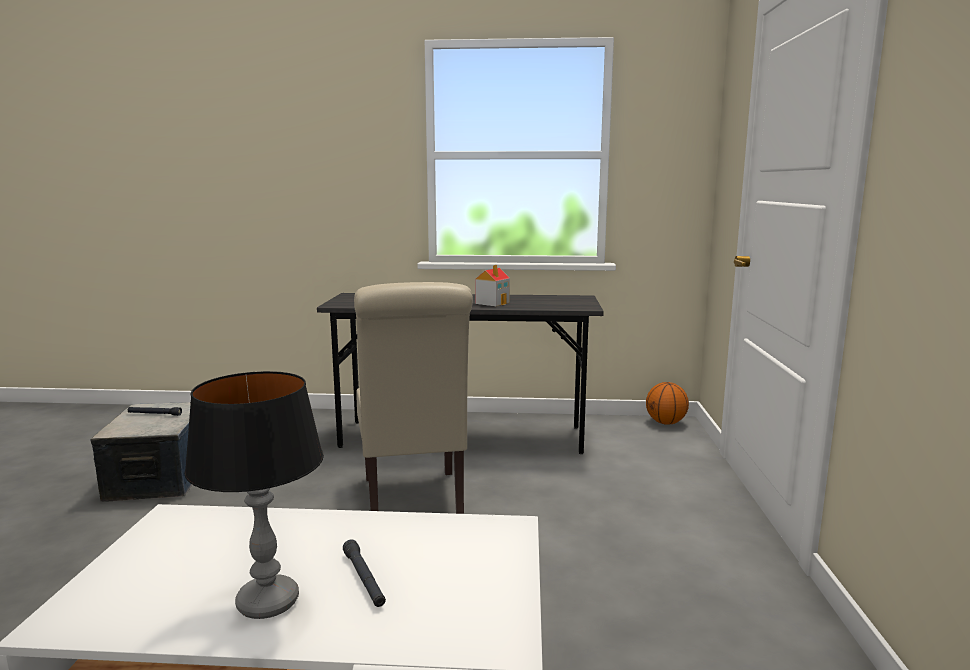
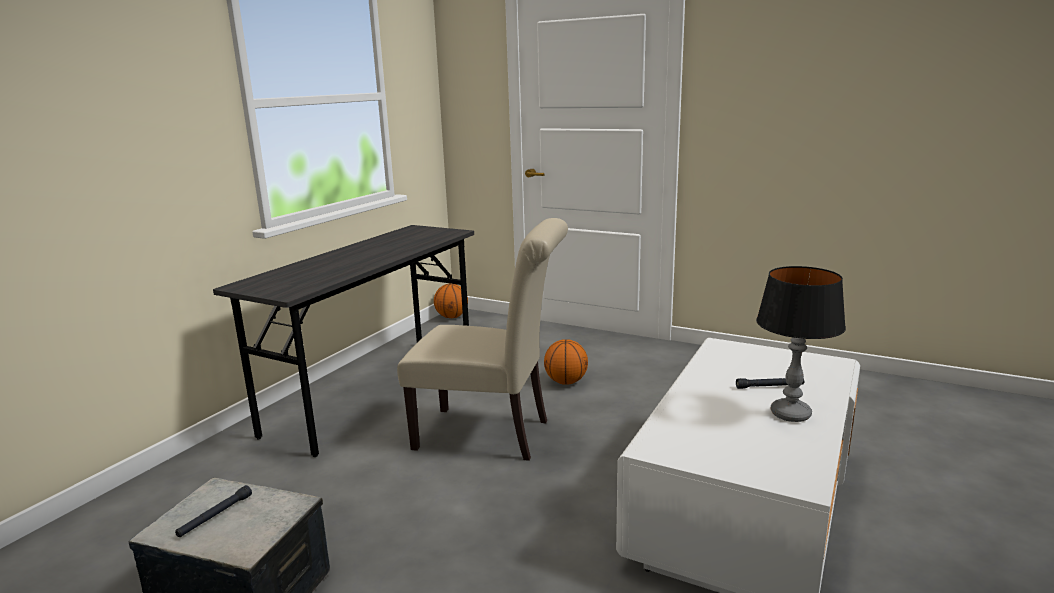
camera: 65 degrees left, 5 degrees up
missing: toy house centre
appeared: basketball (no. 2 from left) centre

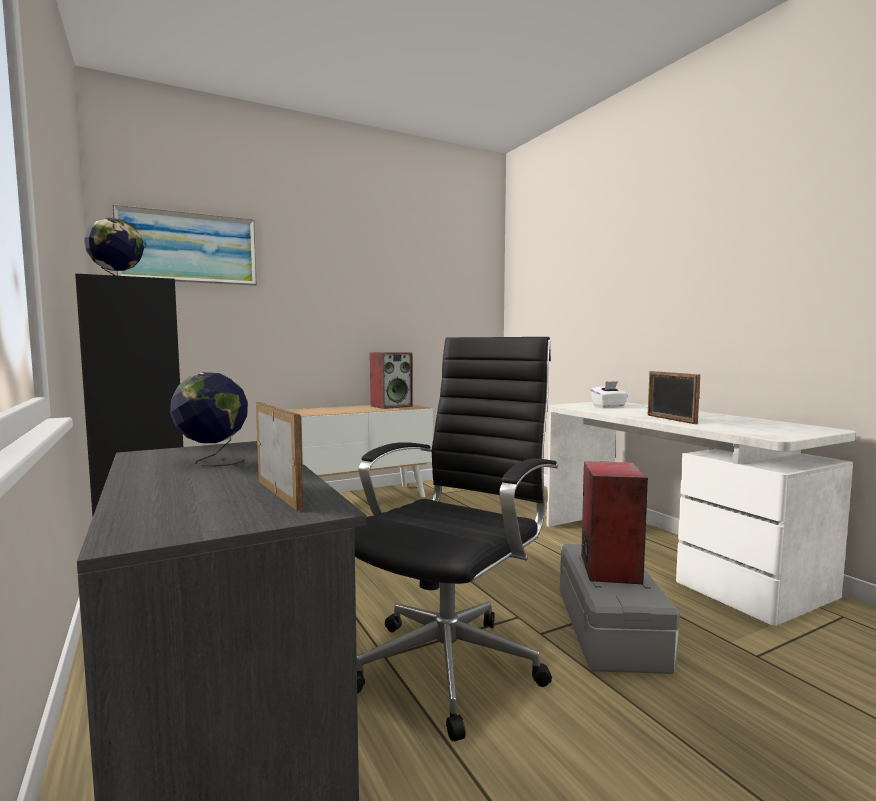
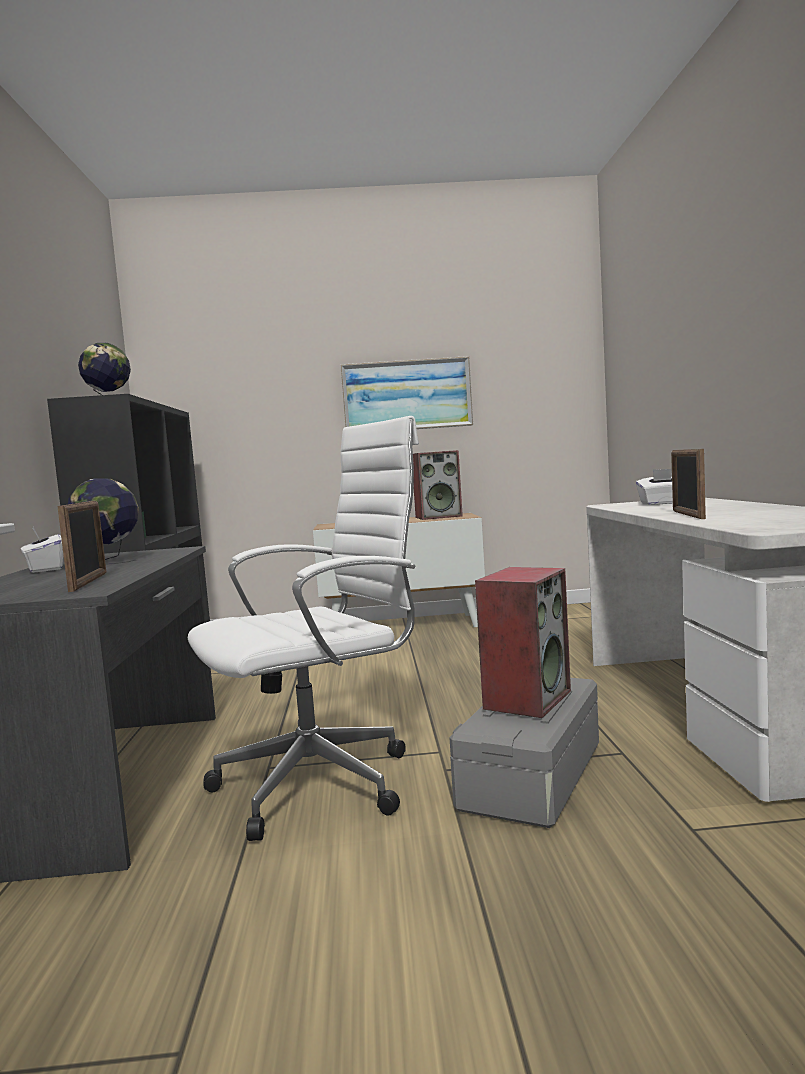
camera: 25 degrees right, 0 degrees up
appeared: tissue box in white (no. 1 from left) middle left
relocated: picture top left to centre
colour: office chair in black bottom centre to office chair in white centre

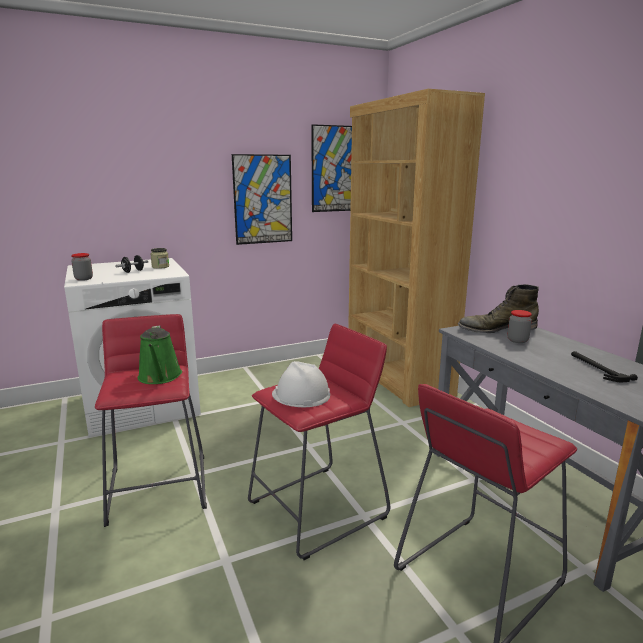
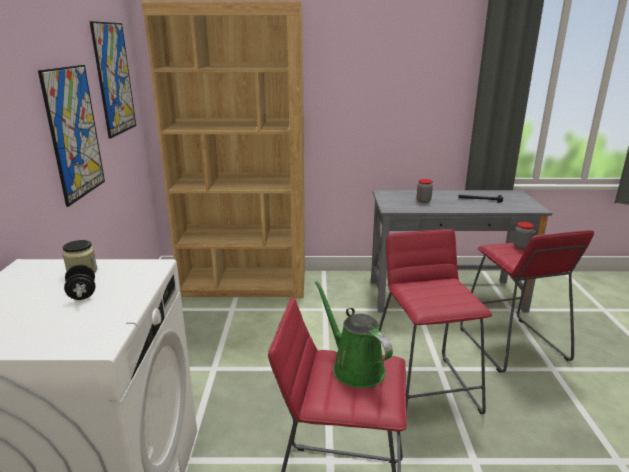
camera: 65 degrees left, 5 degrees up
missing: boot in green middle right; hard hat in white centre
relocated: jar (no. 1 from left in the first image) middle left to jar (no. 3 from left) middle right
spun: watering can in green middle left = bottom centre 135 degrees counterclockwise

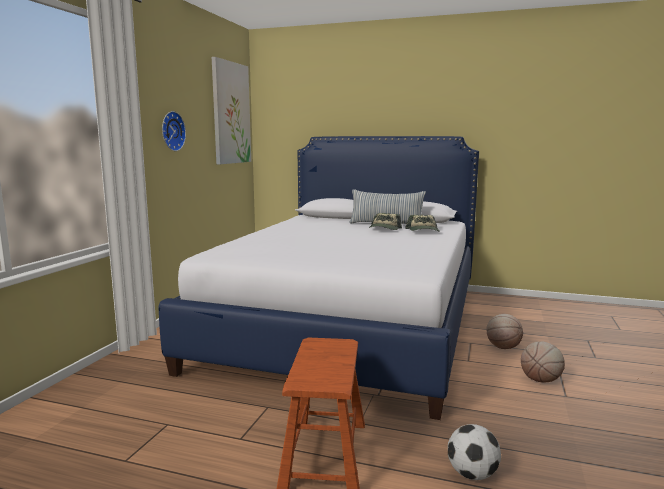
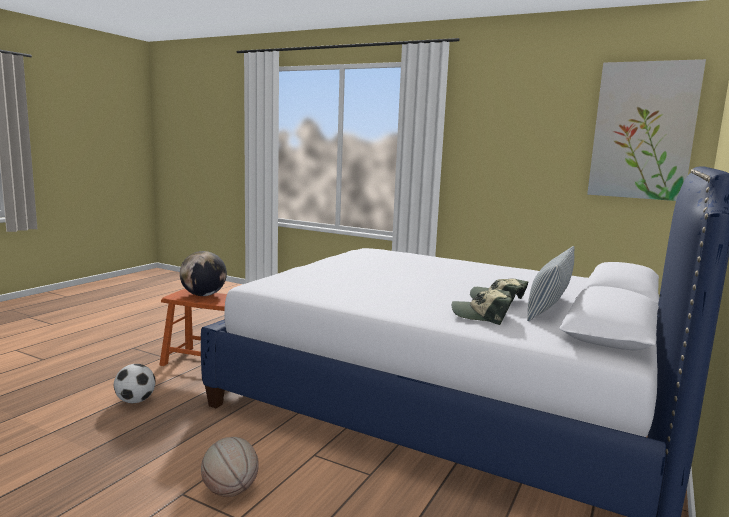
camera: 100 degrees right, 0 degrees up
missing: wall clock top left; basketball (no. 1 from left) bottom right
appeared: globe middle left

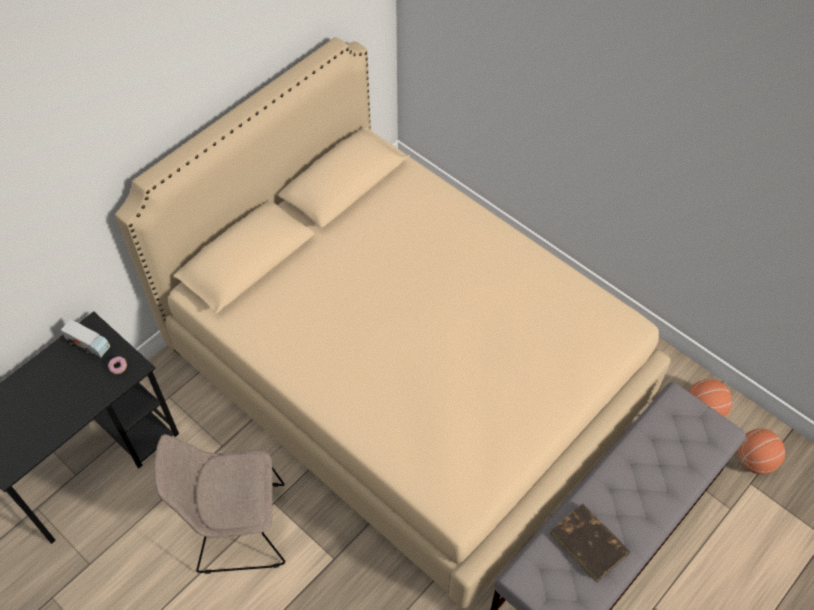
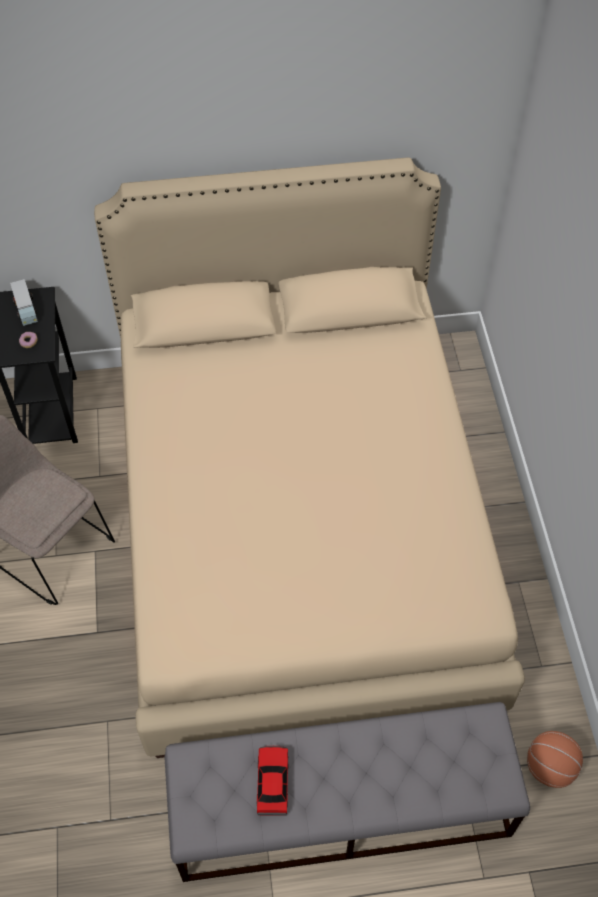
camera: 40 degrees right, 0 degrees up
missing: basketball (no. 2 from left) bottom right
exchanged: book in brown bottom right to toy car bottom centre

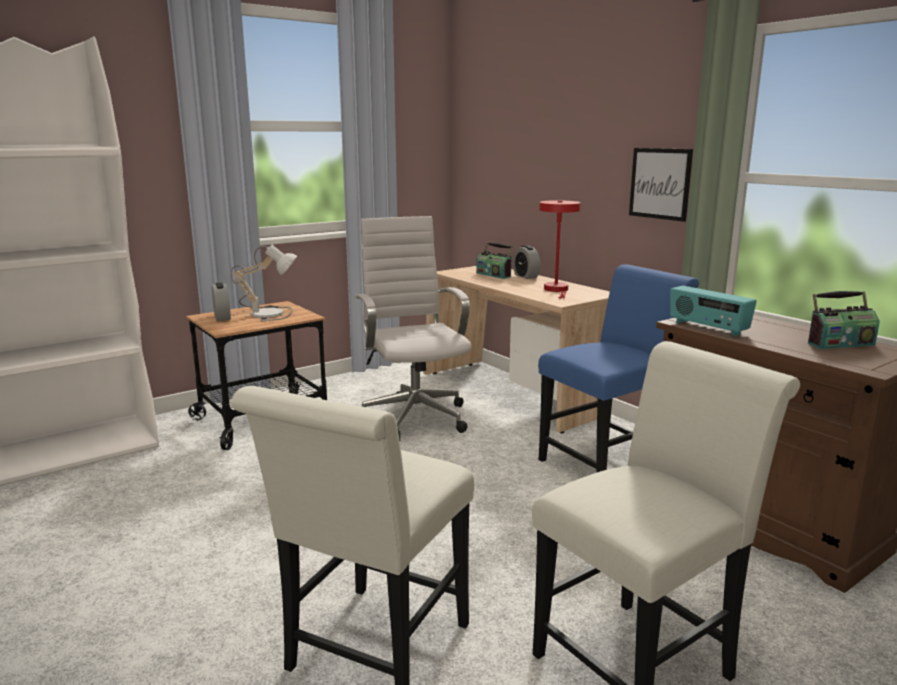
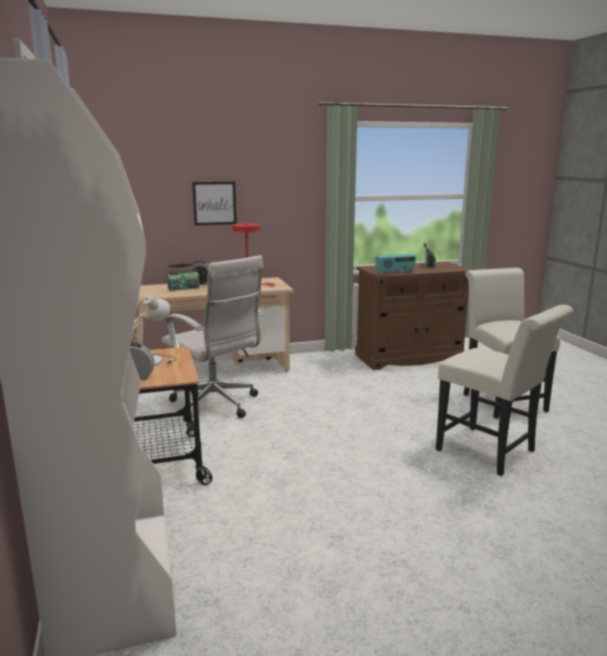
camera: 70 degrees left, 0 degrees up
missing: chair in blue middle right
relocated: picture top right to top centre
spun: office chair in white centre = centre 135 degrees counterclockwise

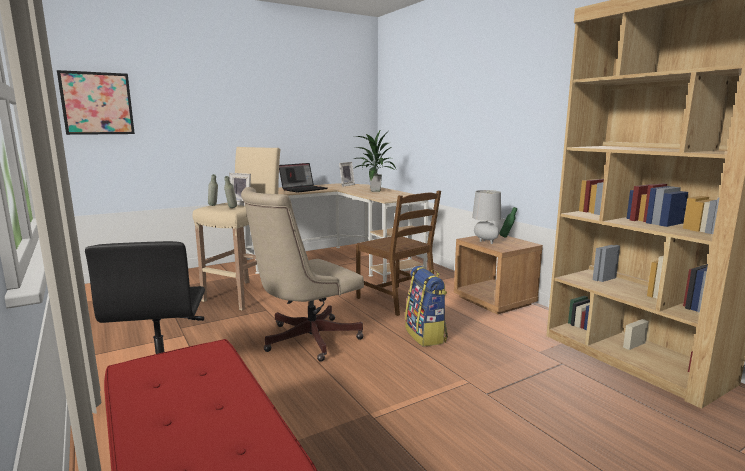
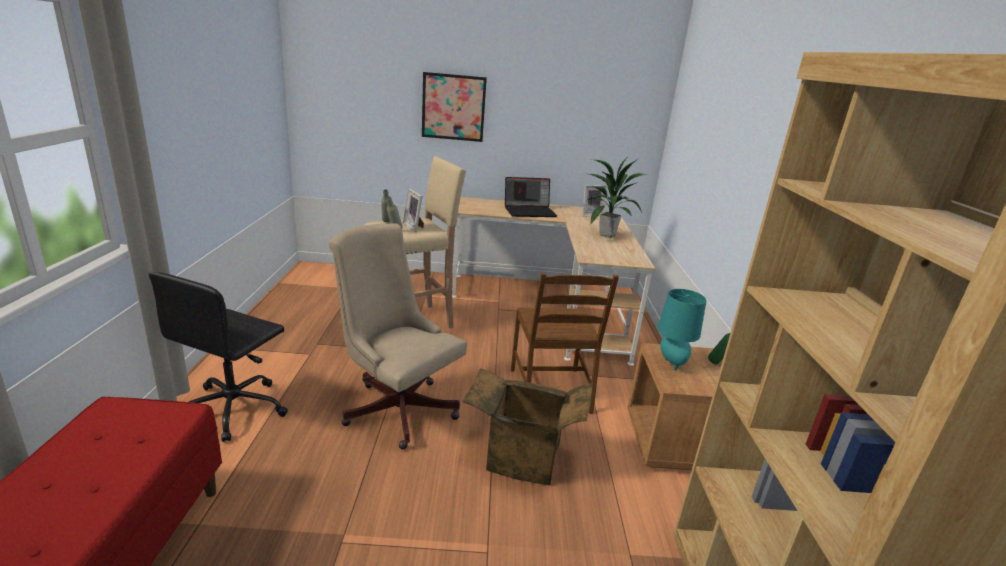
camera: 30 degrees right, 10 degrees up
relocated: picture top left to top centre
exchanged: backpack centre to cardboard box bottom centre
colour: table lamp in grey centre to table lamp in turquoise middle right
spun: office chair in beige centre = centre 45 degrees clockwise

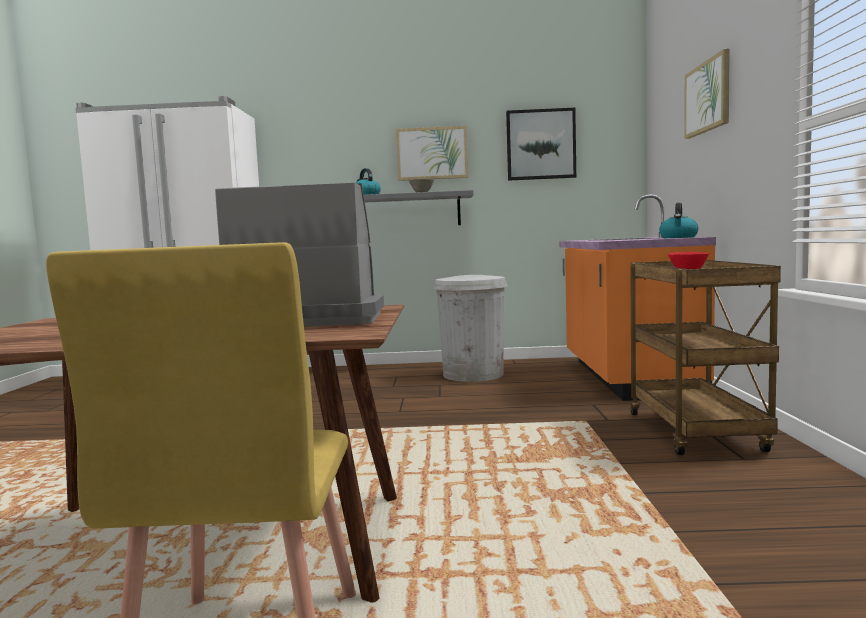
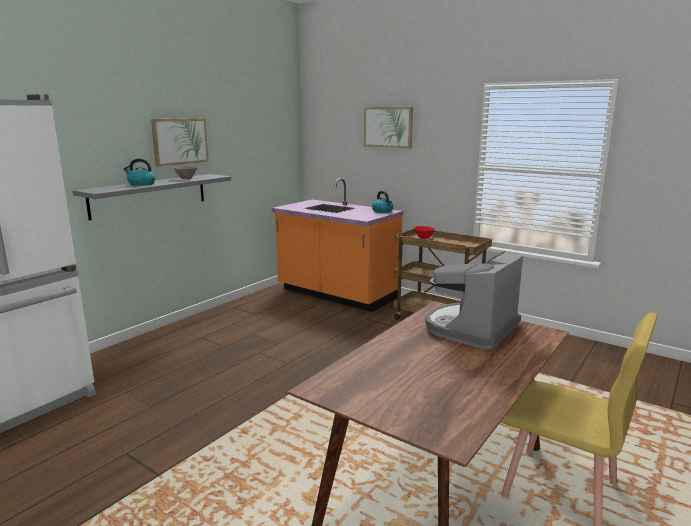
camera: 55 degrees left, 10 degrees up
missing: picture (no. 2 from left) top centre; trash can in white centre

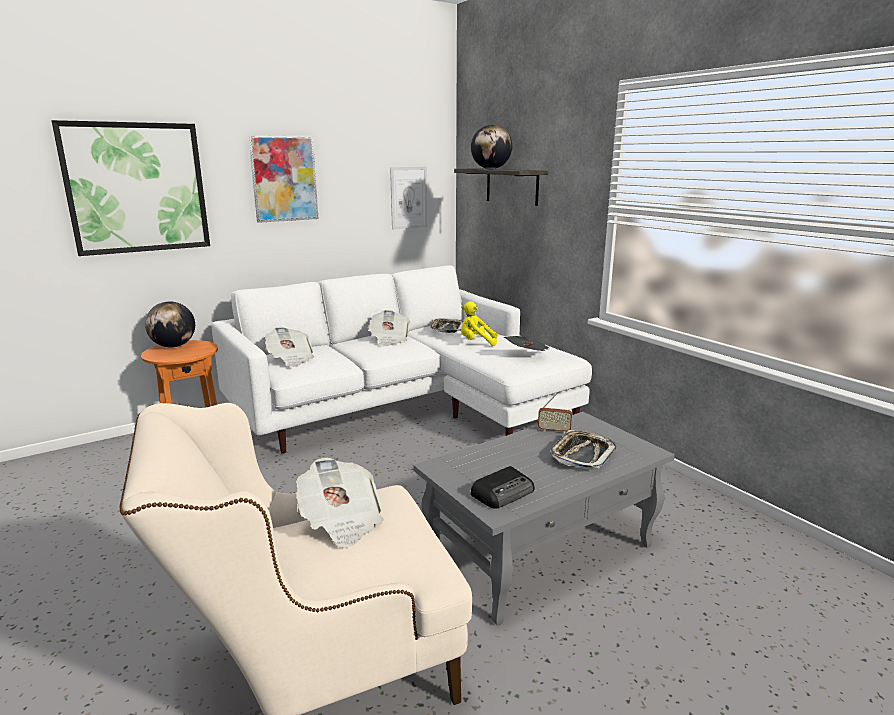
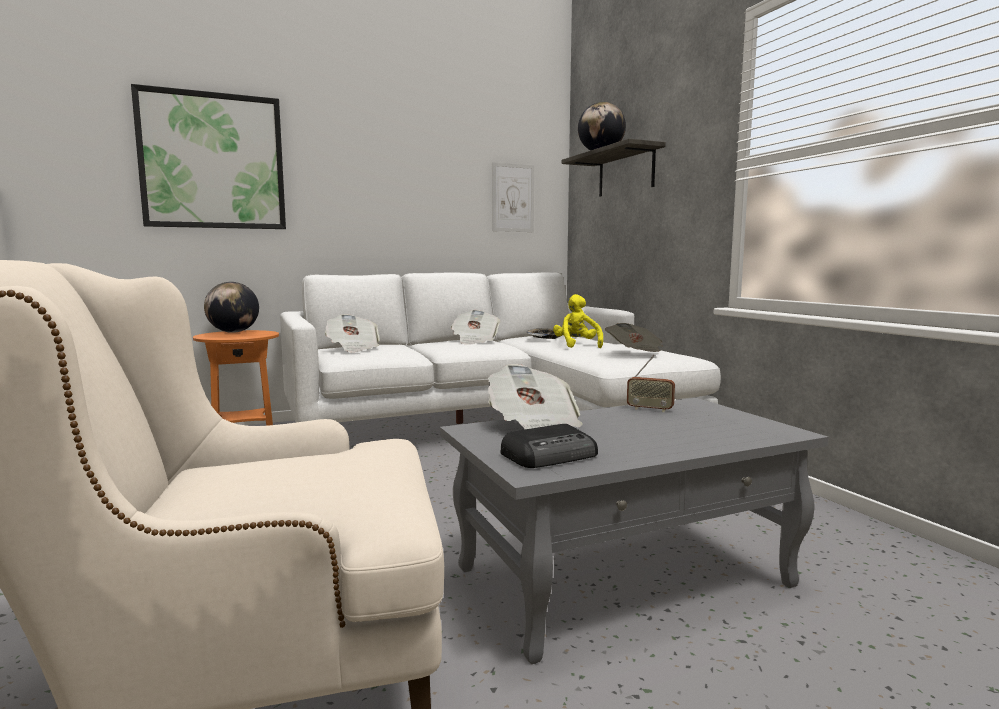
camera: 10 degrees right, 10 degrees down
missing: picture (no. 2 from left) top left; tray (no. 2 from left) centre
relocated: newspaper (no. 2 from left in the first image) bottom centre to newspaper (no. 3 from left) centre
spun: plush toy in yellow centre = centre 60 degrees clockwise

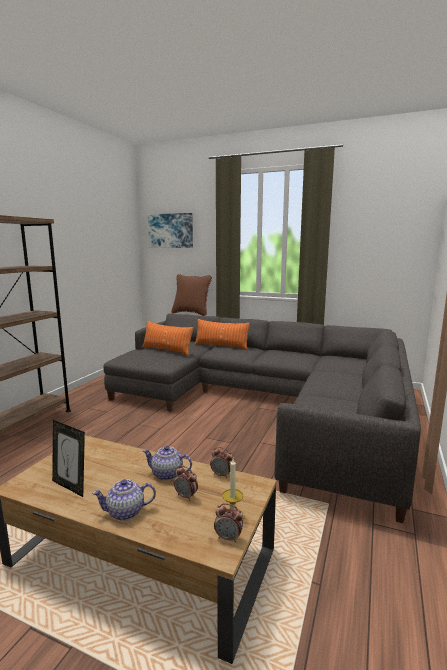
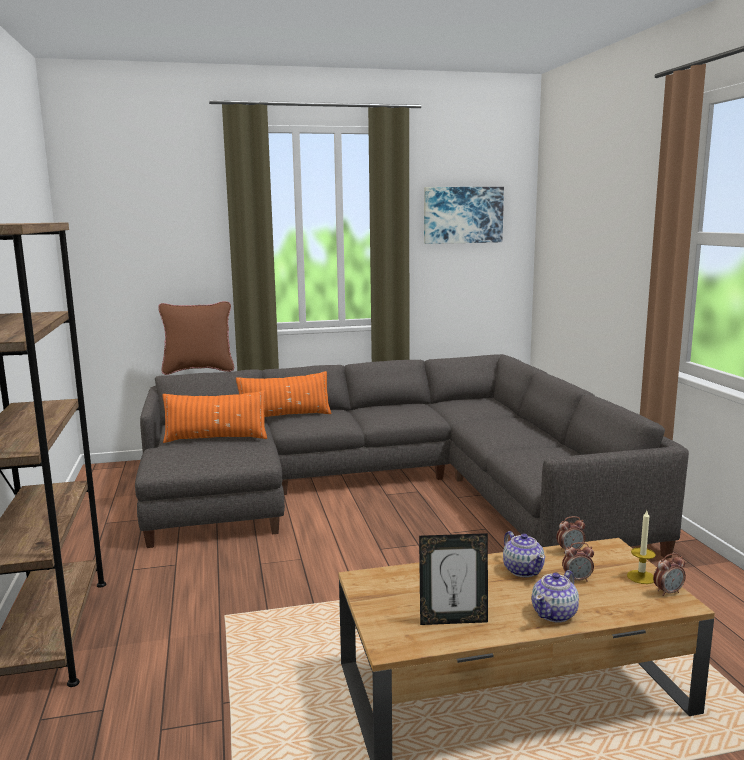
camera: 35 degrees left, 0 degrees up
relocated: picture centre to top centre
spun: teapot (no. 2 from left in the first image) bottom centre = bottom right 90 degrees counterclockwise

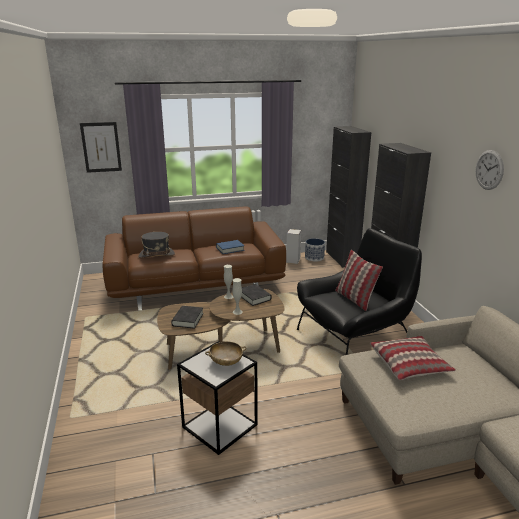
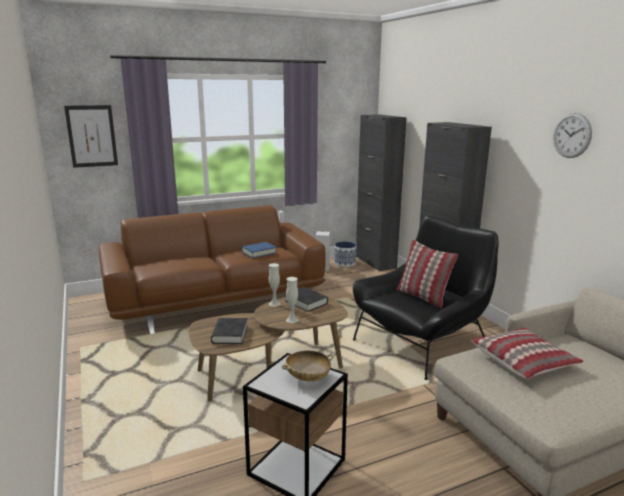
camera: 10 degrees left, 5 degrees down
missing: hat in grey middle left

